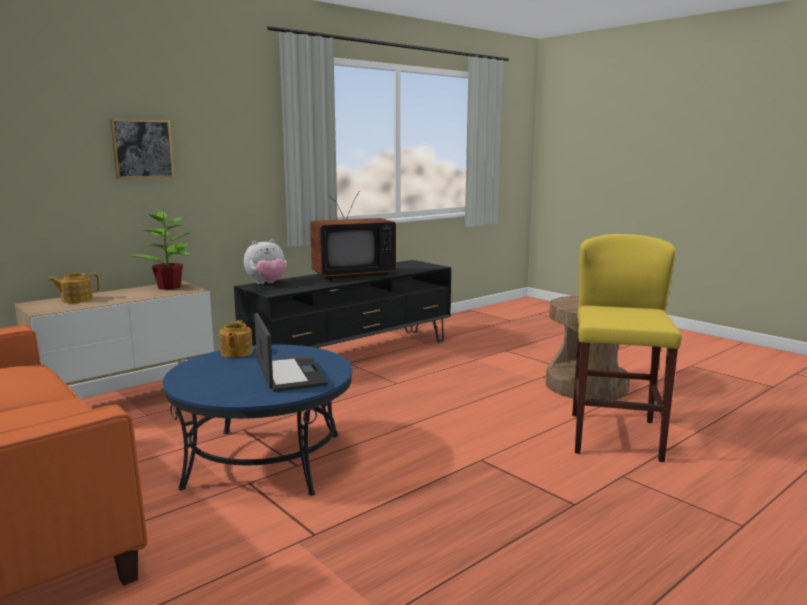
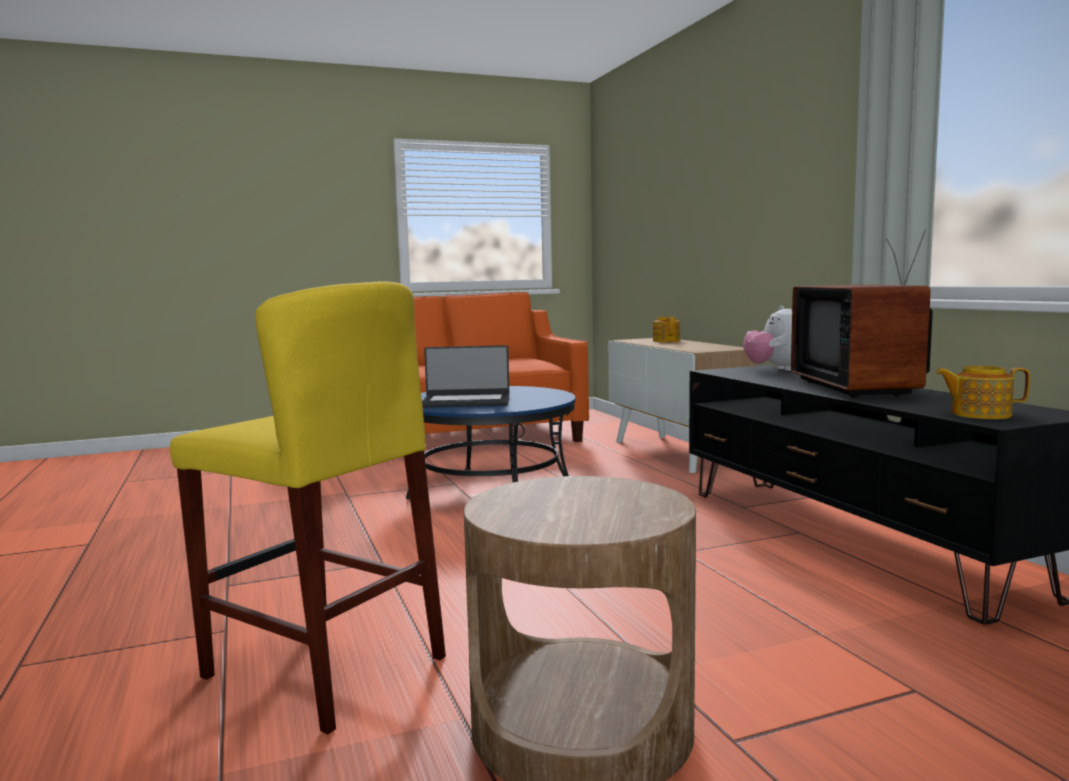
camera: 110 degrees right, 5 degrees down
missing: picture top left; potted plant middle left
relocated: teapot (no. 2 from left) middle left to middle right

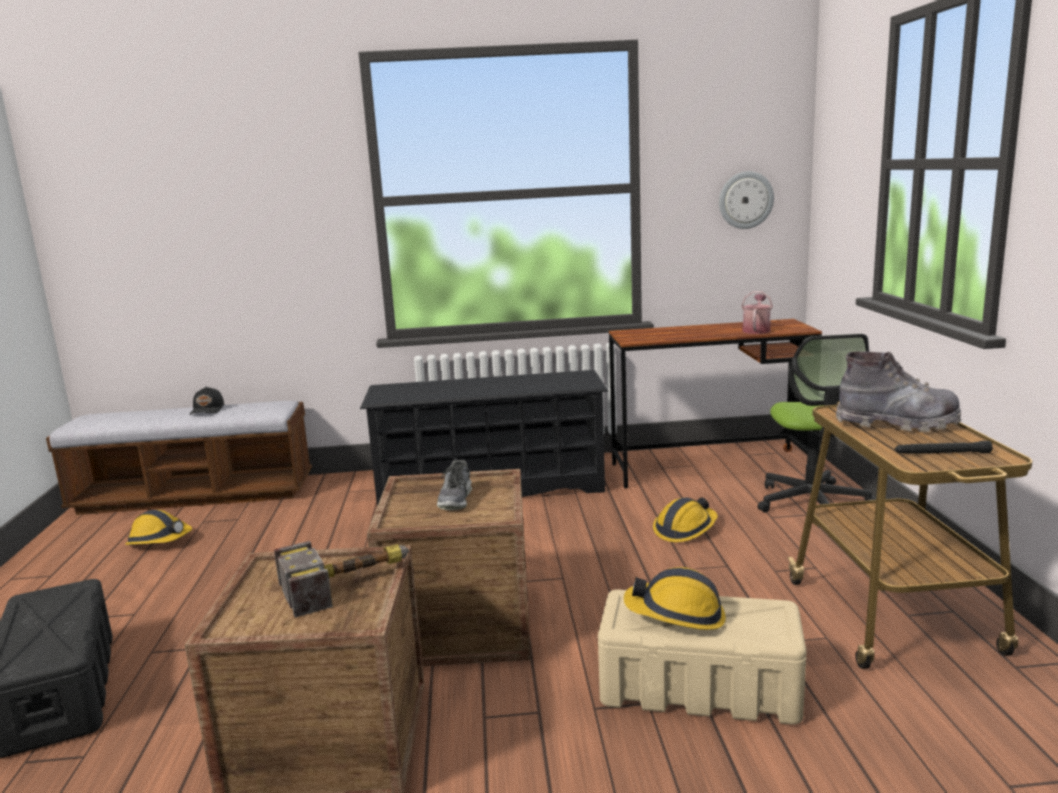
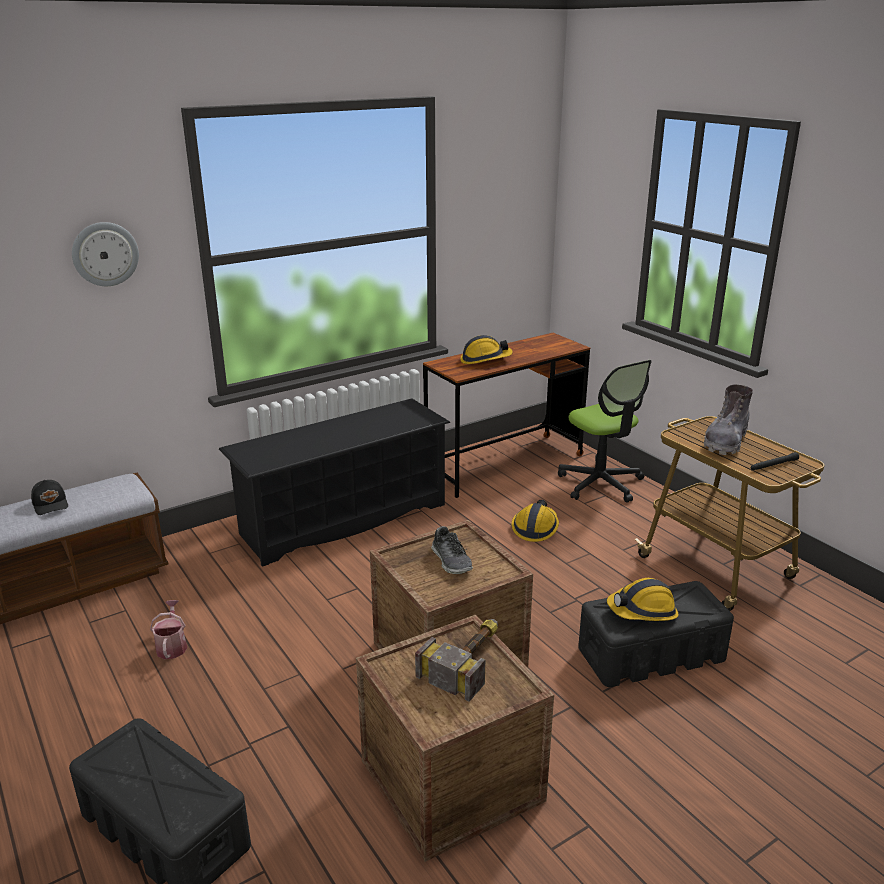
camera: 30 degrees left, 10 degrees up
relocated: wall clock top right to top left; watering can middle right to bottom left; hard hat (no. 1 from left) middle left to centre
colour: storage box in beige bottom centre to storage box in black (no. 2 from left) bottom right
spun: boot in grey middle right = middle right 135 degrees clockwise

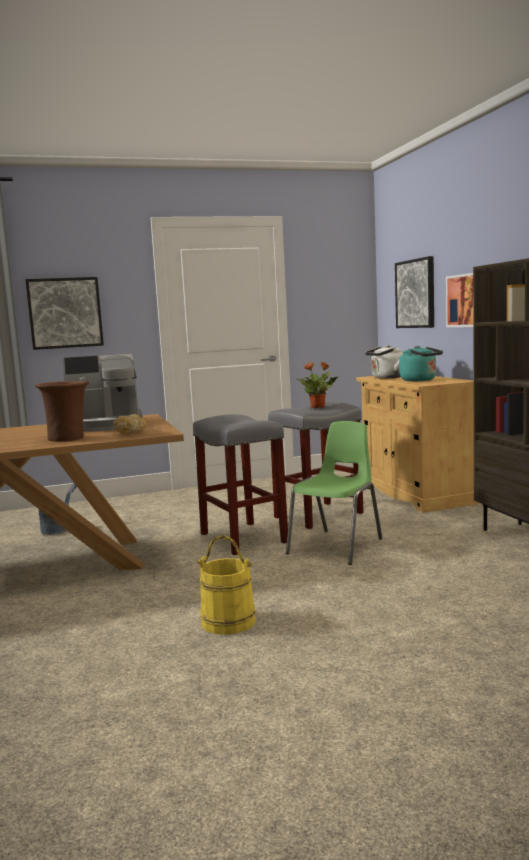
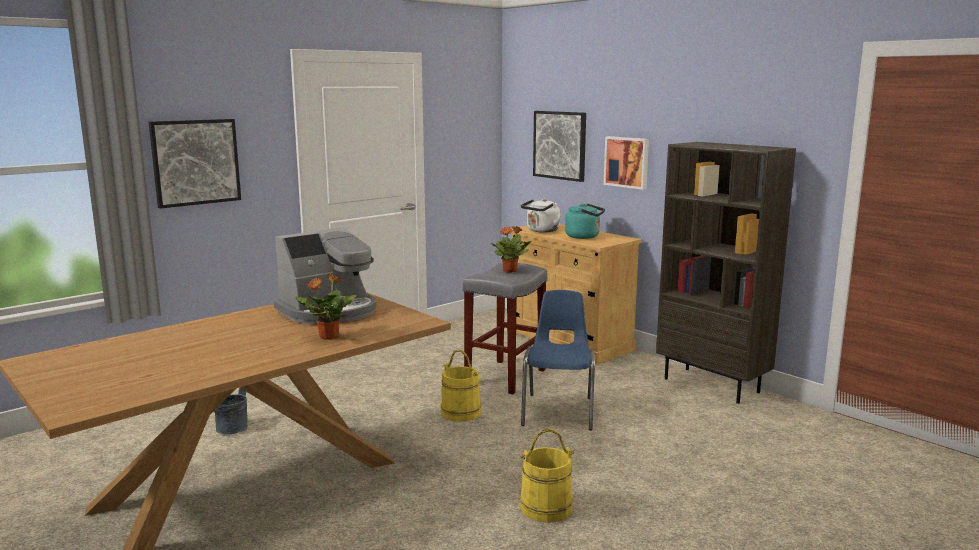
camera: 25 degrees left, 5 degrees up
missing: bread middle left
exchanged: vase in brown middle left to potted plant (no. 1 from left) middle left; stool in grey (no. 1 from left) centre to bucket in yellow (no. 1 from left) bottom centre
colour: chair in green centre to chair in blue centre

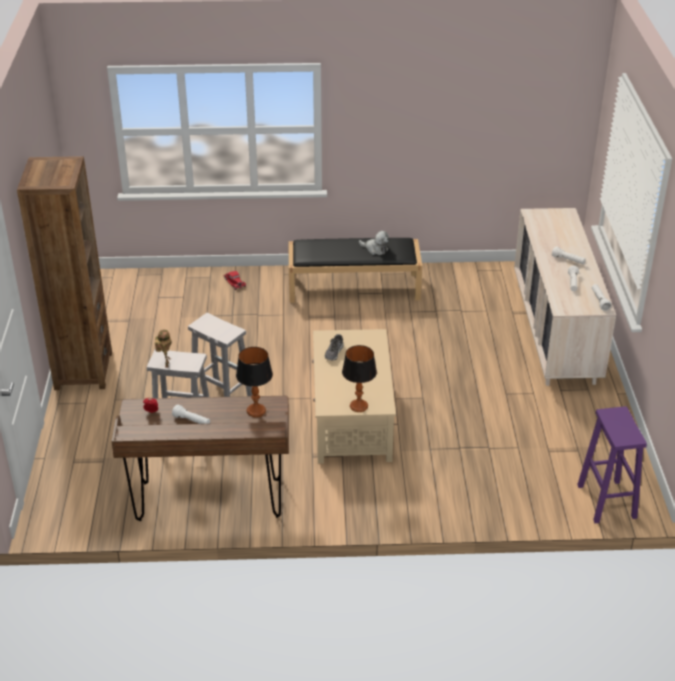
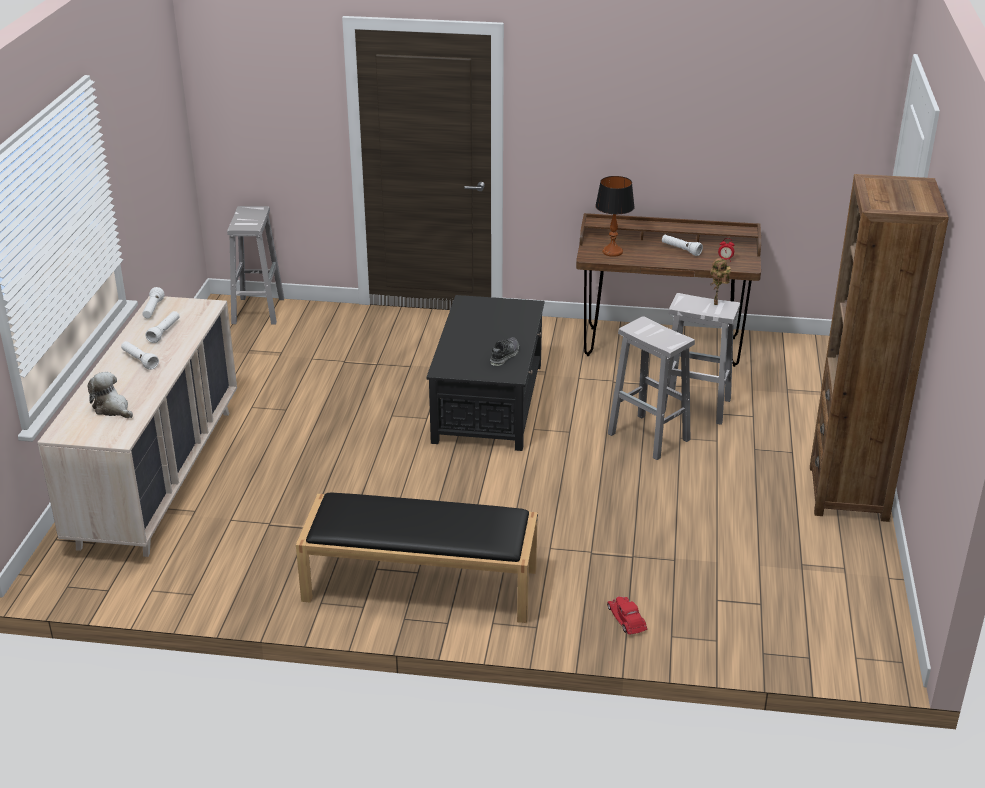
camera: 170 degrees left, 5 degrees down
missing: table lamp (no. 2 from left) centre
relocated: plush toy centre to middle left
colour: coffee table in beige centre to coffee table in black centre; stool in purple bottom right to stool in white (no. 1 from left) middle left

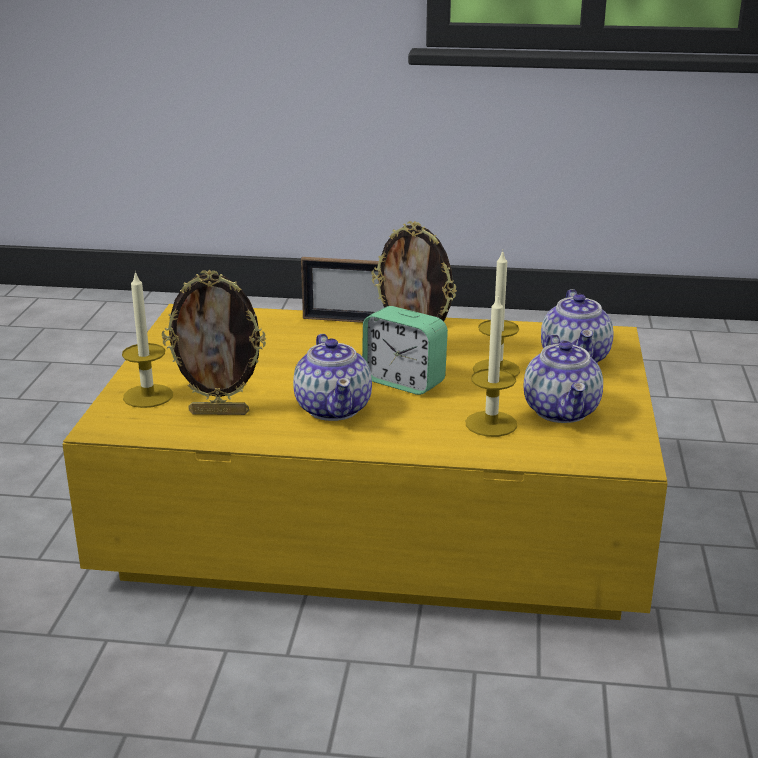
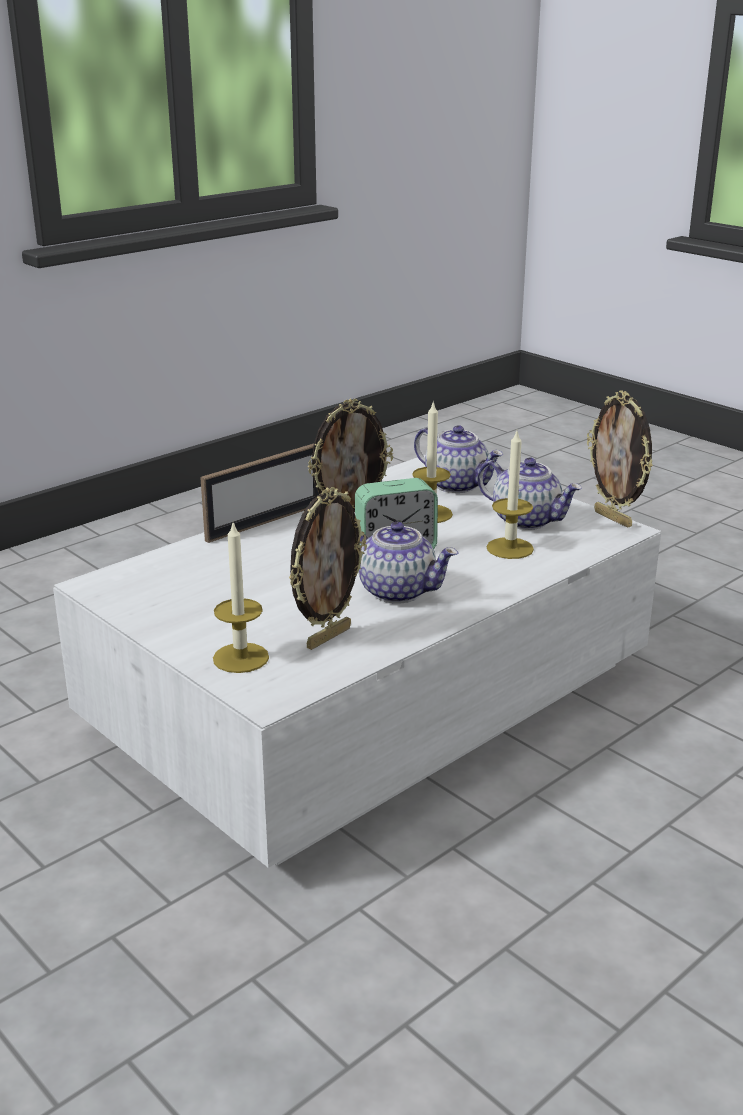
camera: 50 degrees left, 0 degrees up
appeared: picture frame (no. 4 from left) middle right
colour: coffee table in yellow centre to coffee table in white centre

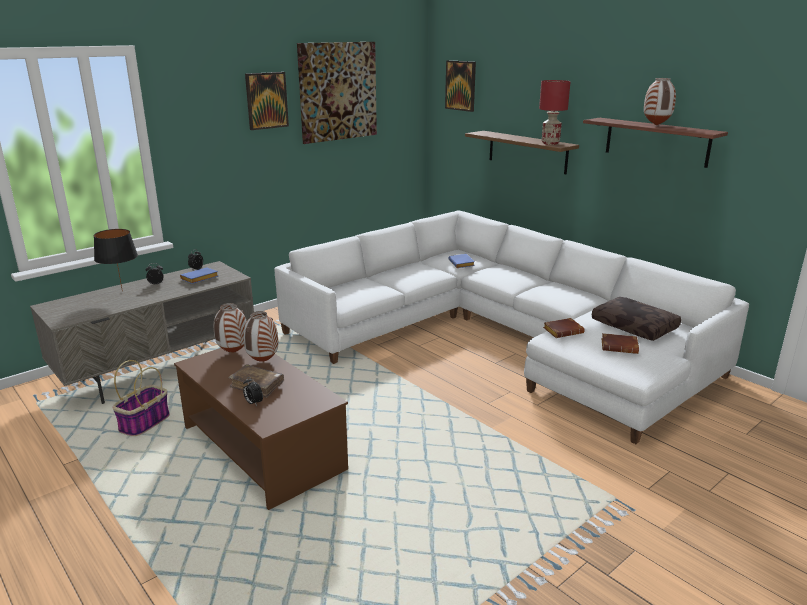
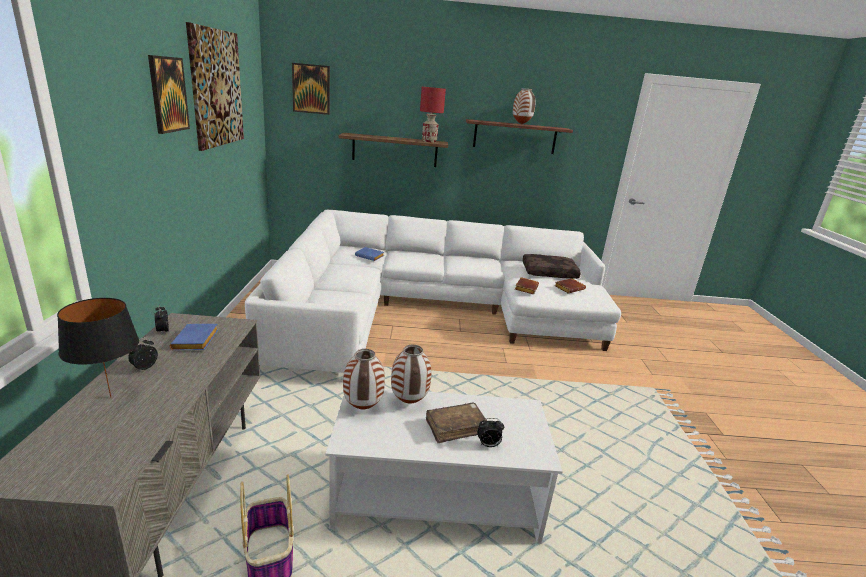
camera: 50 degrees left, 0 degrees up
colour: coffee table in brown bottom left to coffee table in white bottom centre

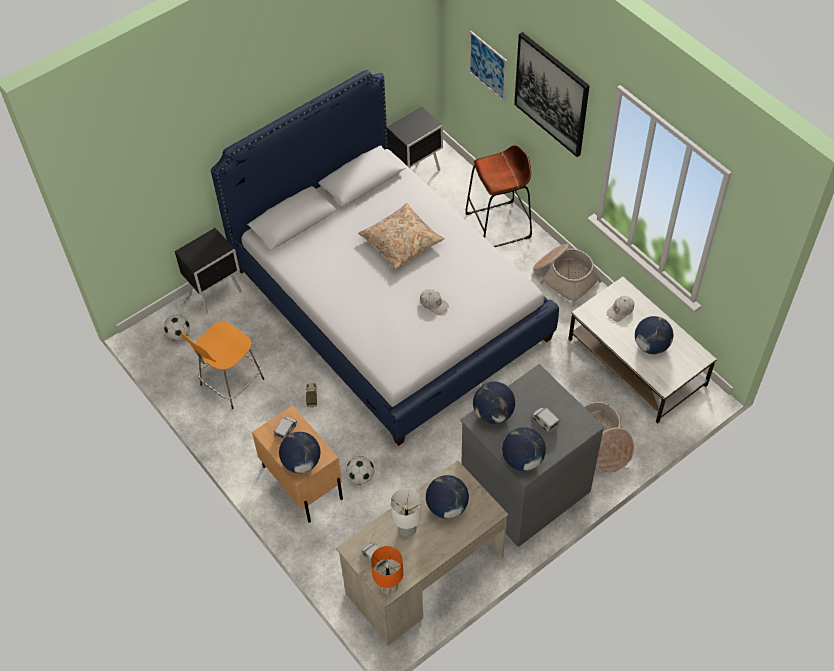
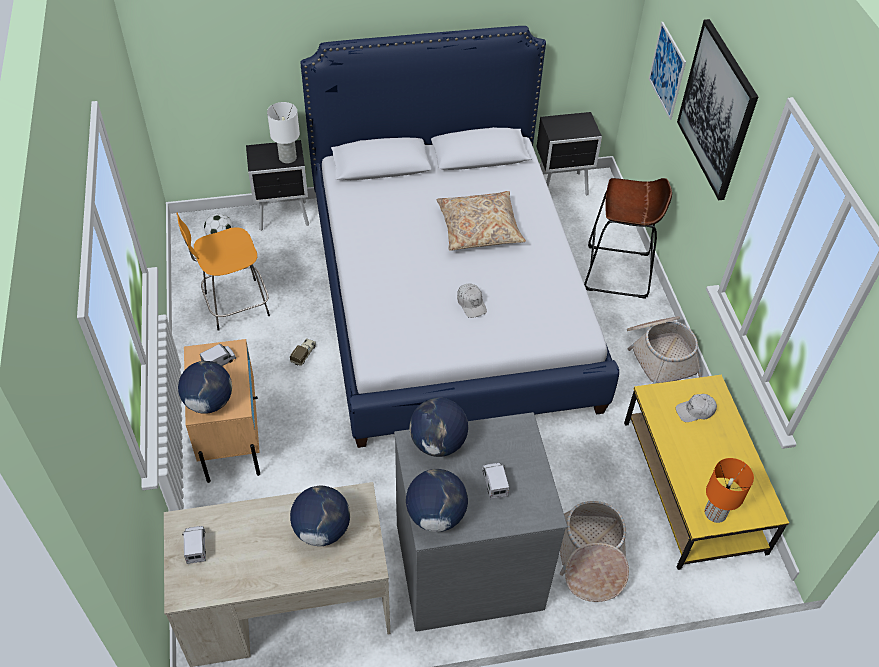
camera: 25 degrees right, 5 degrees down
missing: globe (no. 5 from left) middle right; football (no. 2 from left) bottom centre
relocated: table lamp in white bottom centre to top left; table lamp in orange bottom centre to bottom right
colour: coffee table in white middle right to coffee table in yellow bottom right

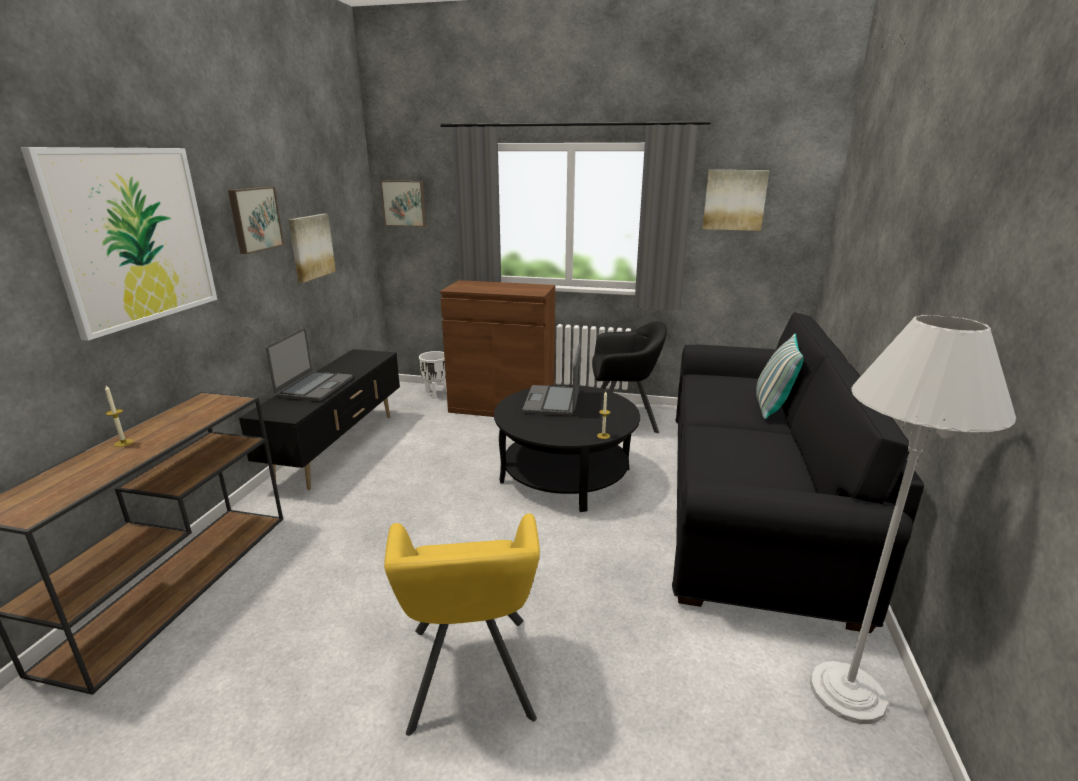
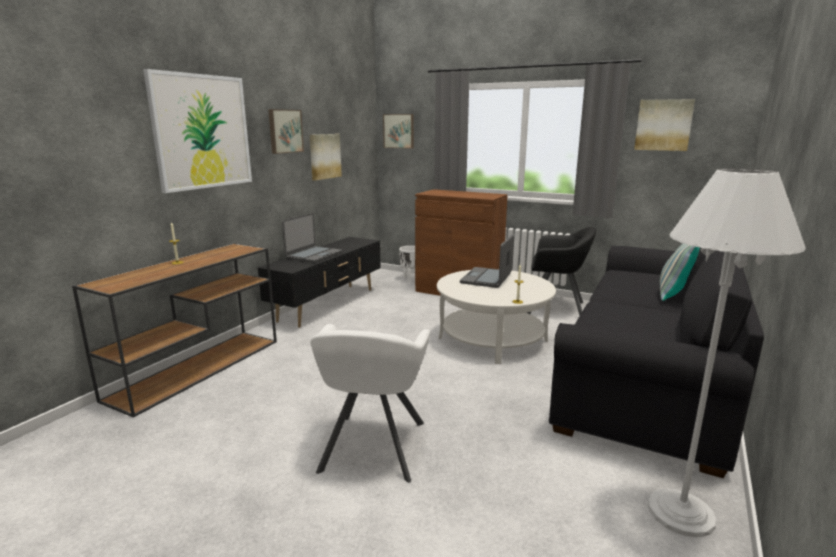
camera: 15 degrees right, 5 degrees down
colour: coffee table in black centre to coffee table in white centre; armchair in yellow bottom centre to armchair in white bottom centre

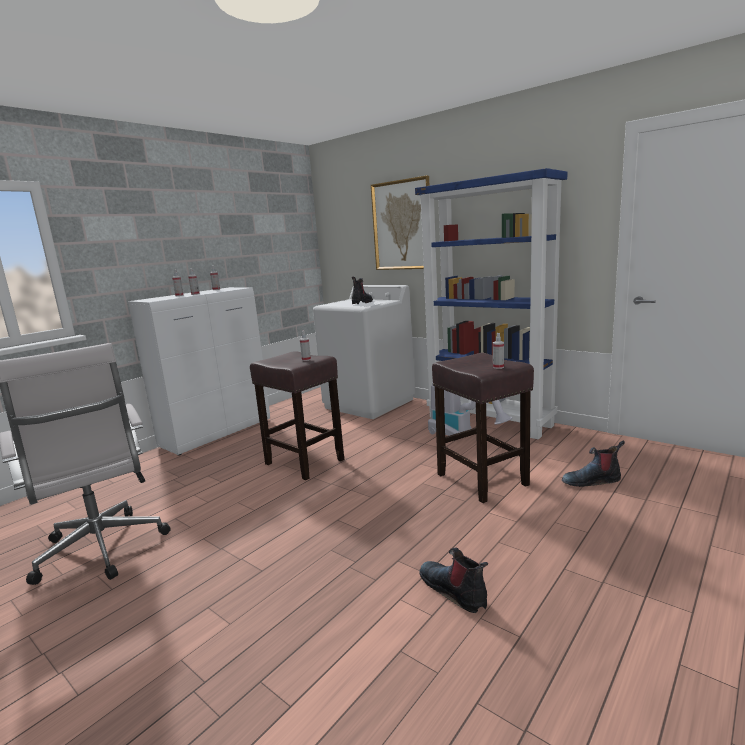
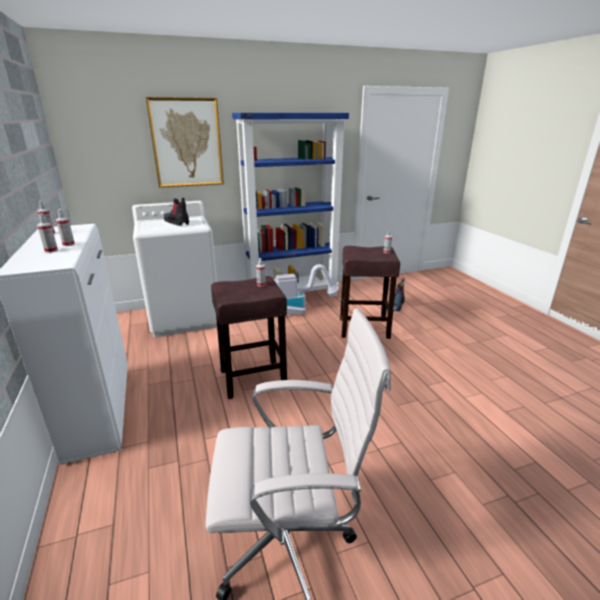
camera: 60 degrees left, 10 degrees up
missing: boot (no. 2 from left) bottom centre

